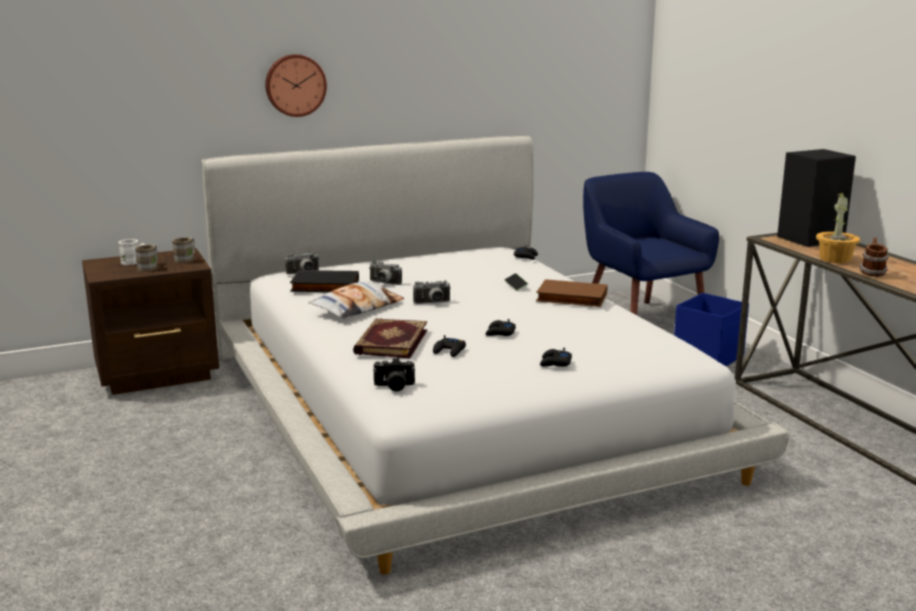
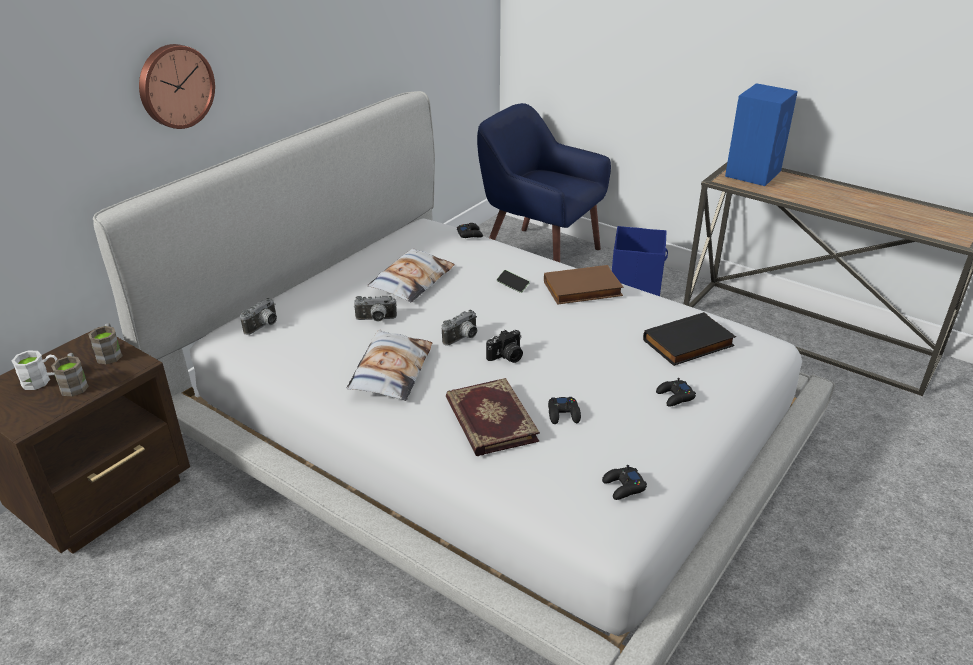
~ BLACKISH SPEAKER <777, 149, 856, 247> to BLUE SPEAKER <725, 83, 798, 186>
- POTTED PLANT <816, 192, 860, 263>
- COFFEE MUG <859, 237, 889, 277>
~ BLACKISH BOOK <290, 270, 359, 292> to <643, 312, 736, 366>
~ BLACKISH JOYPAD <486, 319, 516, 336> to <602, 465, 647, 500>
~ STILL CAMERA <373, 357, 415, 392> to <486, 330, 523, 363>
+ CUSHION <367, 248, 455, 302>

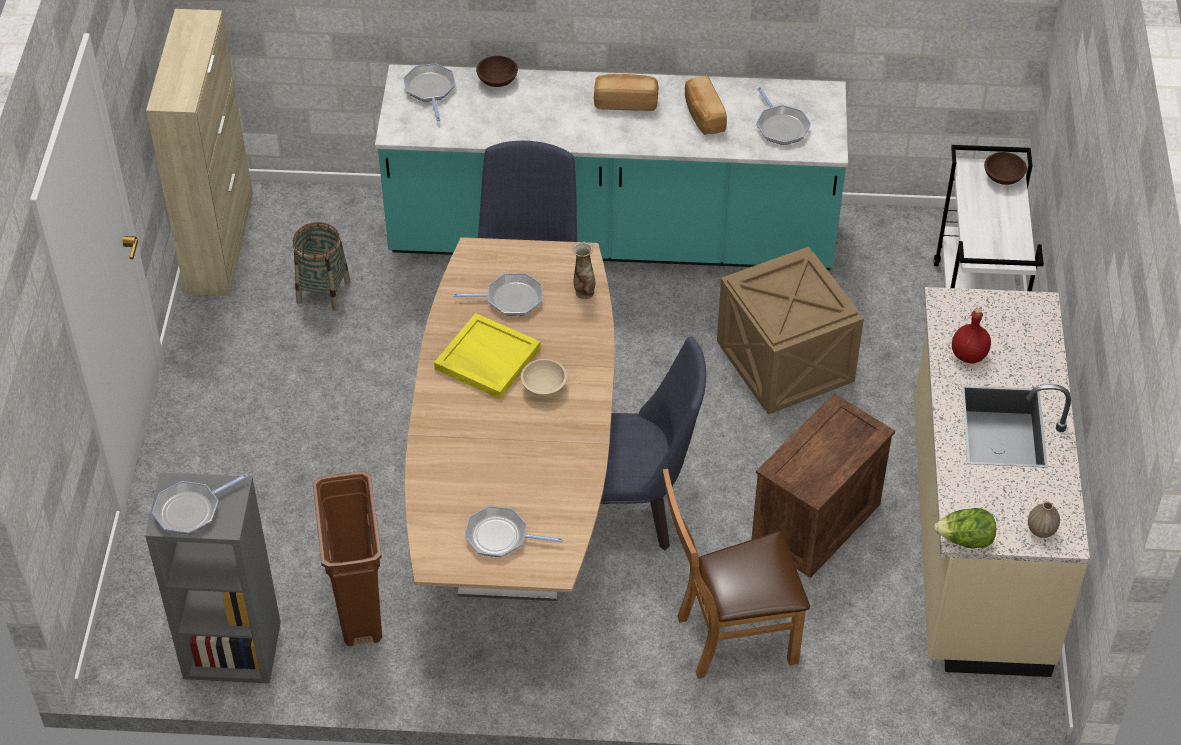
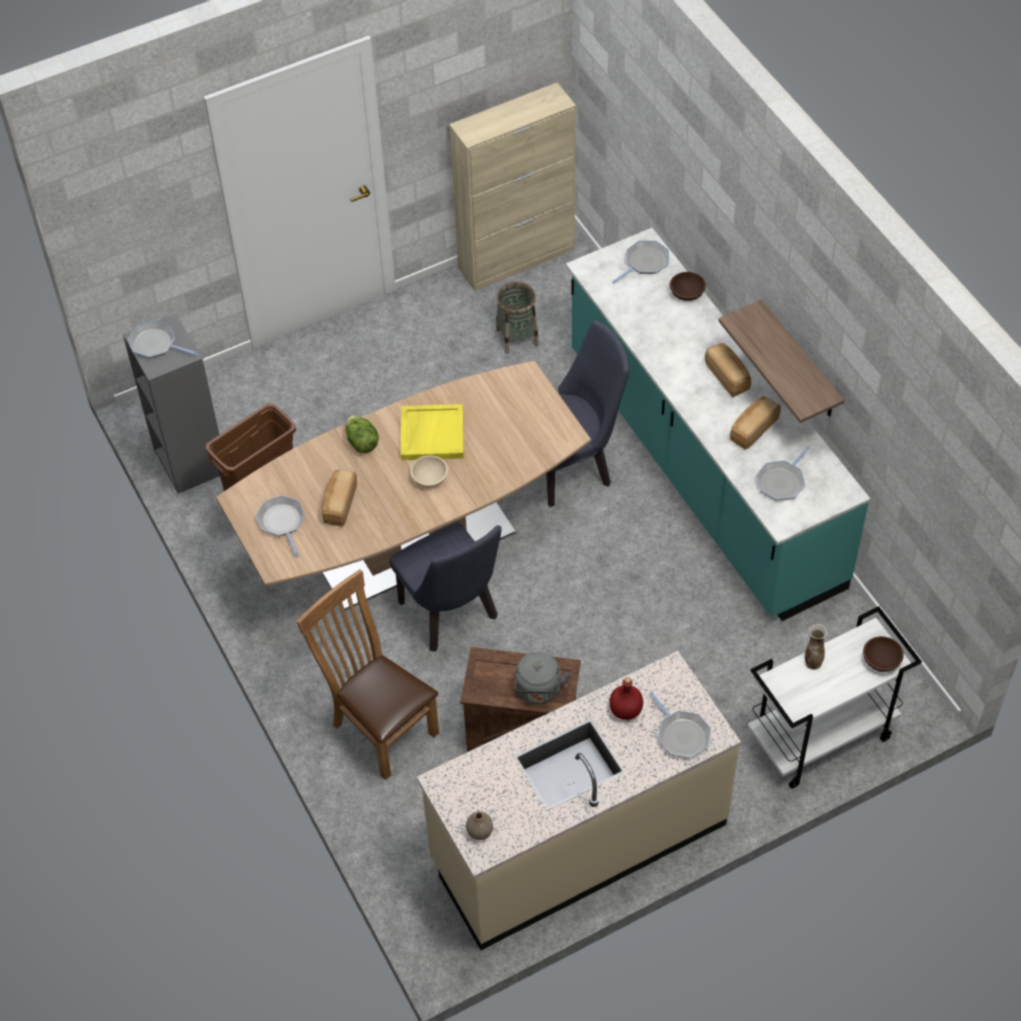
~ VASE <572, 241, 595, 299> to <805, 624, 828, 670>
- PACKING CRATE <717, 246, 864, 414>
~ PAN <453, 273, 542, 316> to <649, 692, 711, 758>
~ HEAD OF LETTUCE <934, 508, 996, 548> to <346, 415, 379, 453>
+ SHELF <718, 300, 844, 423>
+ BAKED BREAD <322, 470, 357, 527>
+ GREY TEA KETTLE <515, 652, 572, 704>

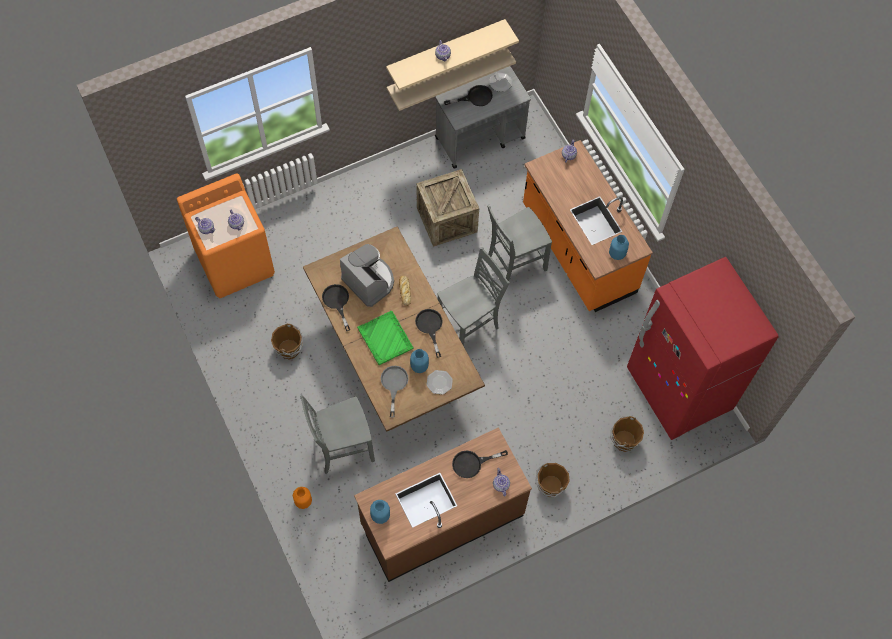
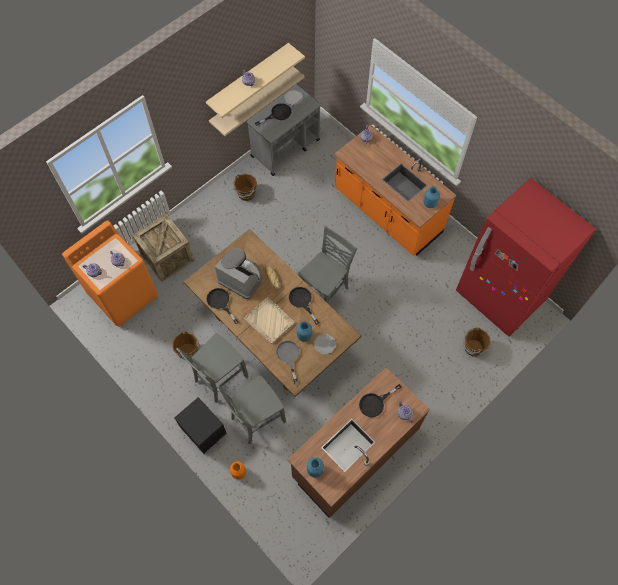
~ PACKING CRATE <416, 169, 479, 247> to <132, 214, 195, 282>
~ GREY CHAIR <487, 205, 552, 281> to <176, 333, 249, 403>
~ GREEN-COLOURED TRAY <357, 311, 414, 365> to SAND-COLOURED TRAY <244, 297, 295, 344>
~ BROWN-COLOURED BUCKET <535, 463, 570, 498> to <233, 174, 257, 201>
+ BLACKISH NIGHTSTAND <174, 397, 227, 454>

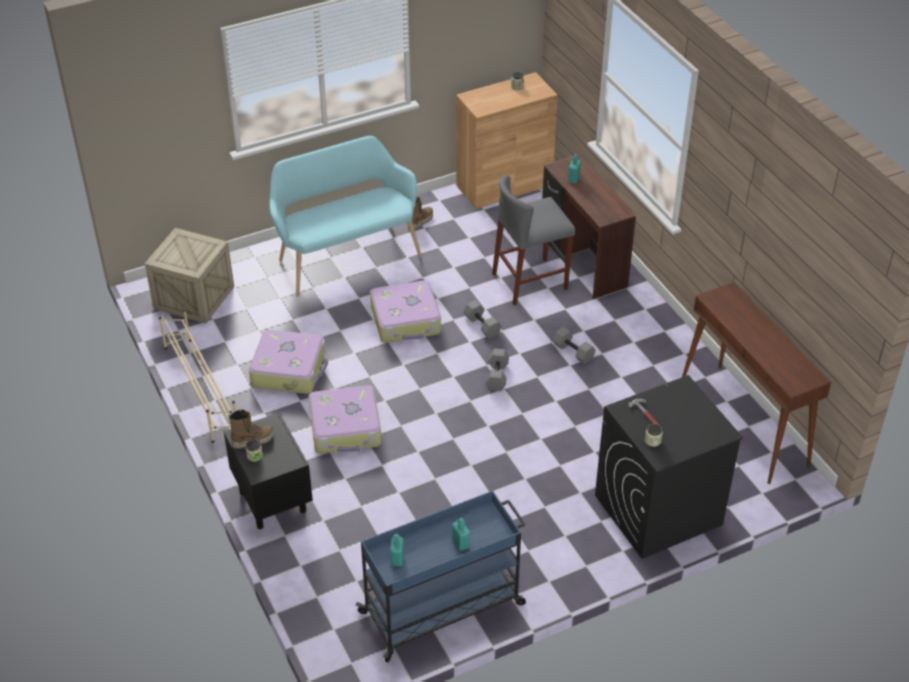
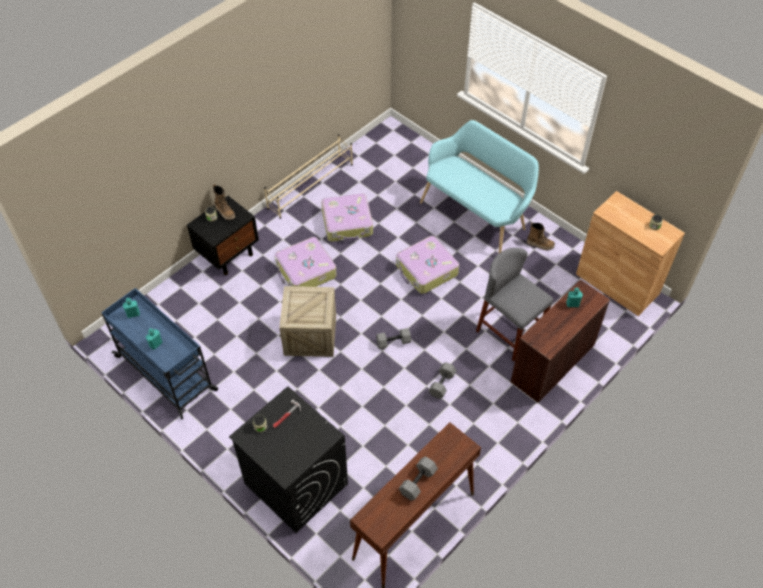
~ PACKING CRATE <145, 228, 234, 324> to <279, 286, 336, 357>
~ GREY DUMBBELL <463, 300, 502, 339> to <399, 457, 438, 501>

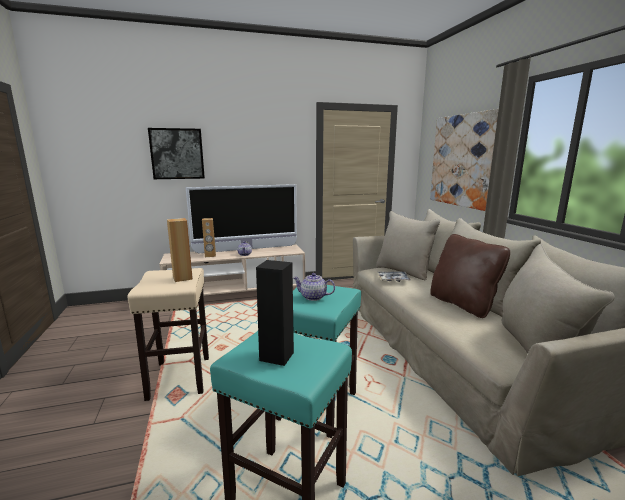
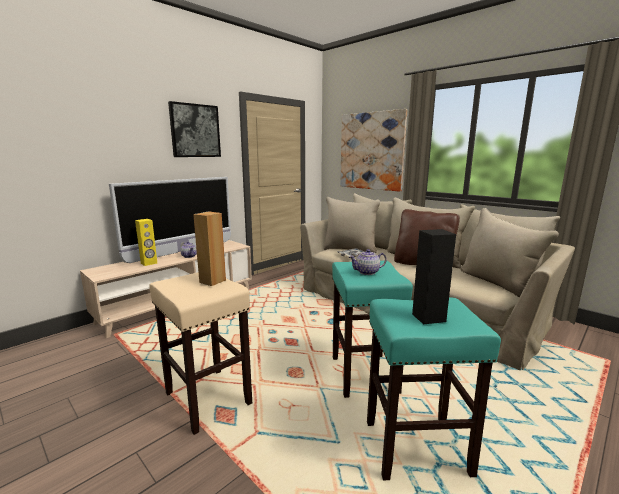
~ WALL PICTURE <148, 128, 205, 179> to <168, 101, 221, 157>
~ BROWN-COLOURED SPEAKER <202, 218, 216, 257> to YELLOW-COLOURED SPEAKER <135, 219, 157, 266>

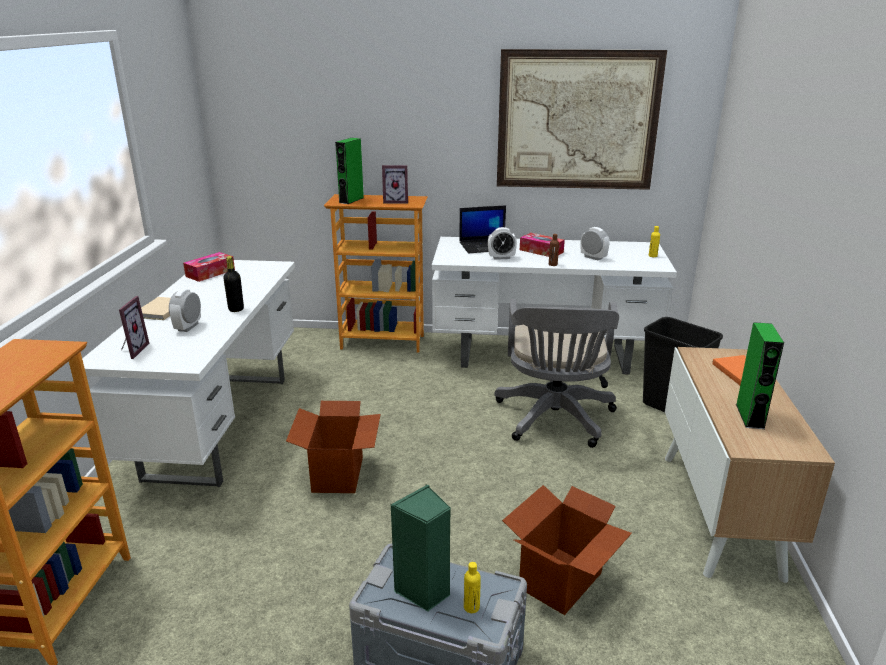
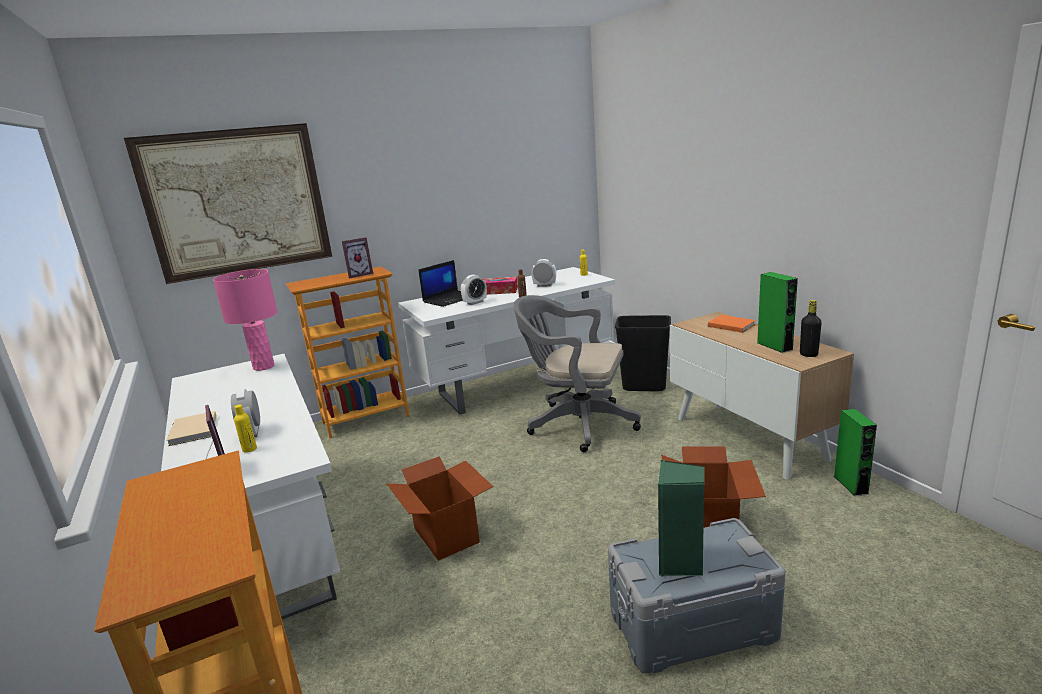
~ WALL PICTURE <497, 49, 667, 190> to <124, 123, 332, 284>
~ GREEN-COLOURED SPEAKER <335, 138, 364, 204> to <834, 409, 877, 496>
- BOX OF TISSUES <183, 252, 235, 282>
~ BLACKISH BEVERAGE BOTTLE <223, 256, 244, 312> to <800, 300, 822, 357>
~ GREY COMPUTER CHAIR <494, 299, 619, 448> = <514, 295, 641, 452> 135 degrees clockwise
~ YELLOW-COLOURED BEVERAGE BOTTLE <464, 562, 481, 613> to <234, 405, 257, 453>
+ PINKISH TABLE LAMP <213, 269, 278, 371>

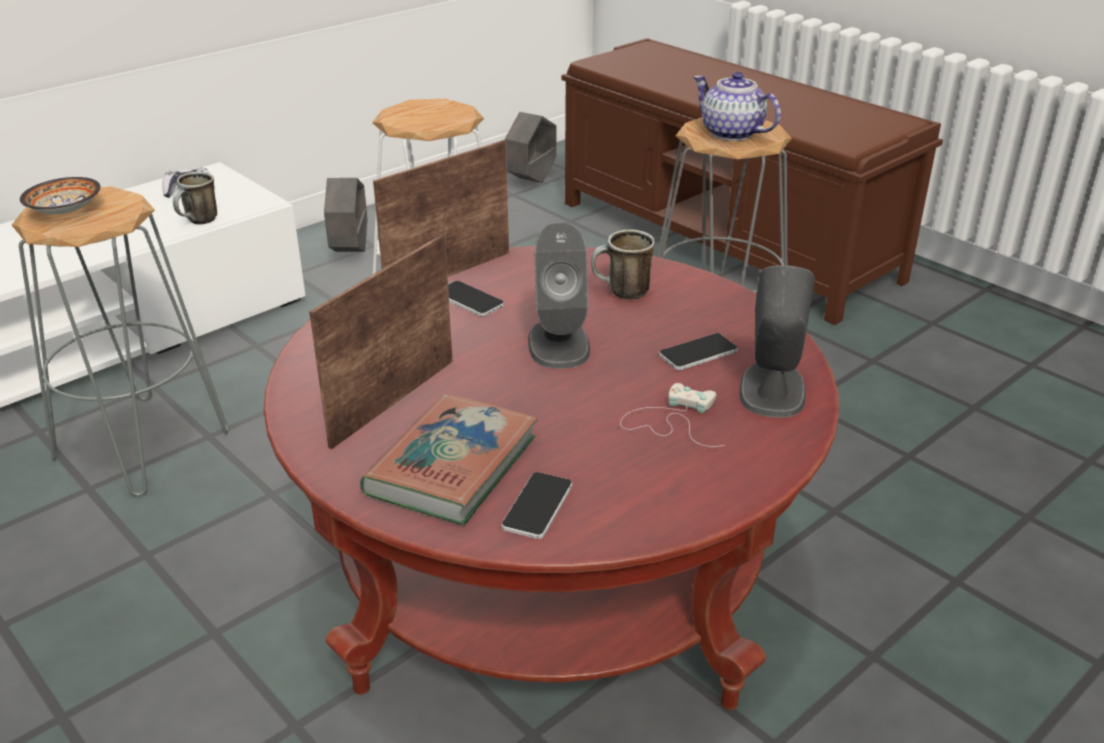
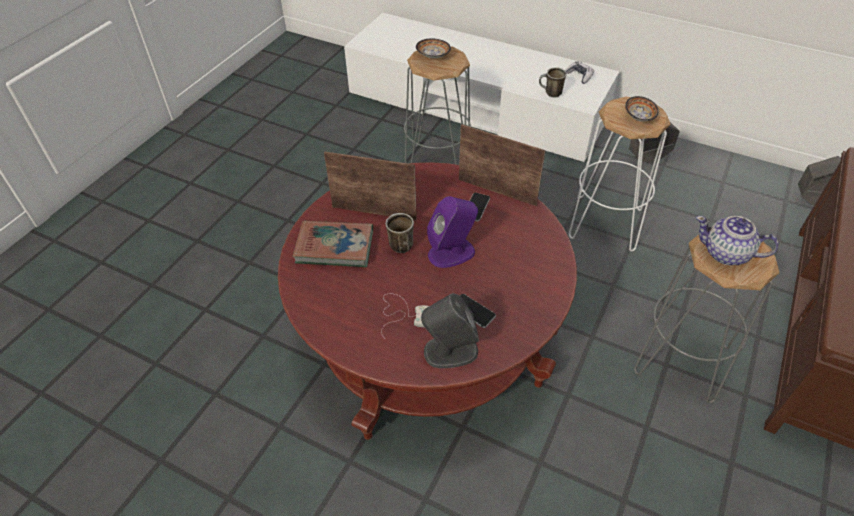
~ TEA POT <693, 72, 781, 141> = <696, 216, 779, 265> 90 degrees counterclockwise
~ GREY SPEAKER <528, 222, 590, 369> to PURPLE-COLOURED SPEAKER <427, 196, 478, 268>
~ COFFEE MUG <591, 229, 655, 299> to <385, 213, 414, 253>
- TELEPHONE <501, 472, 572, 539>
+ DEEP DISH <625, 96, 659, 122>

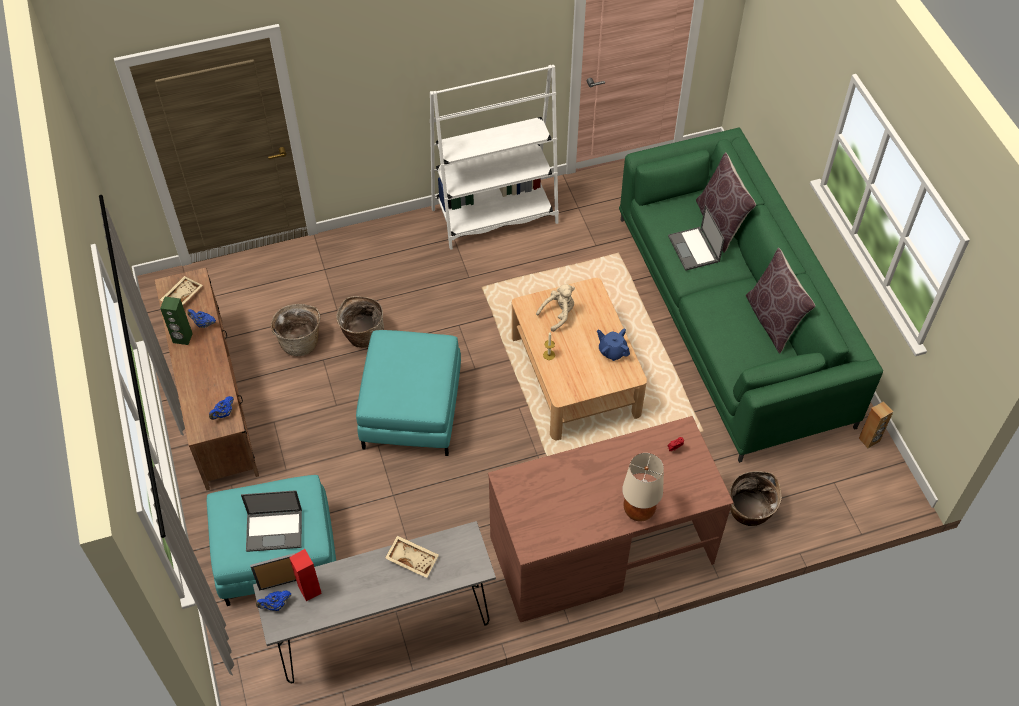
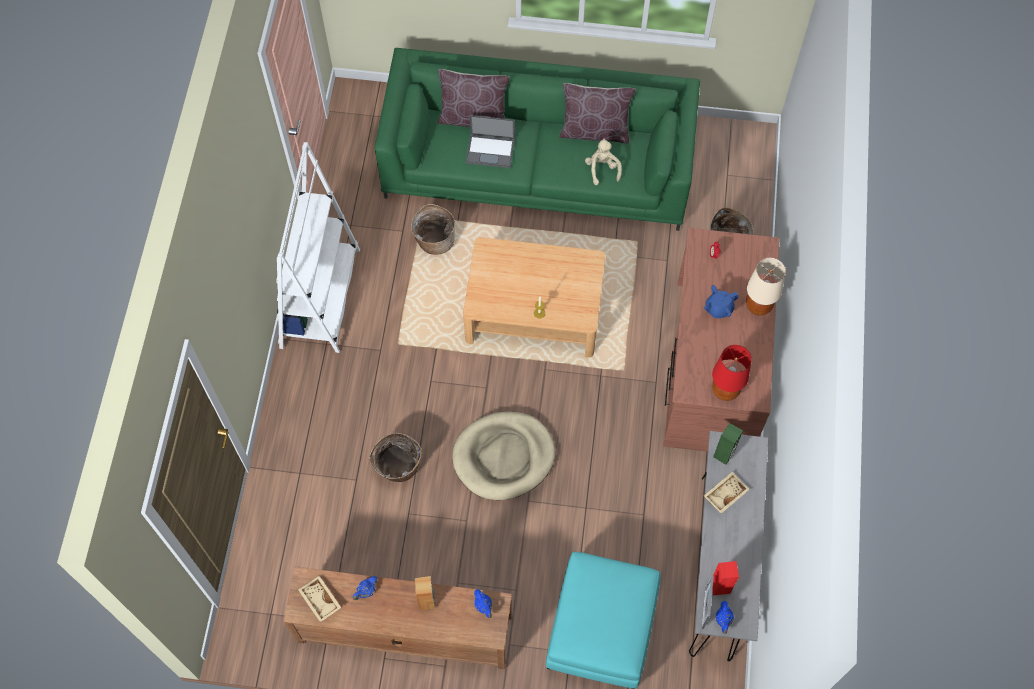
~ SAND-COLOURED SOFT TOY <536, 284, 575, 332> to <585, 138, 622, 185>
~ GREEN-COLOURED SPEAKER <160, 297, 193, 345> to <713, 423, 743, 465>
~ STORAGE BASKET <271, 304, 320, 356> to <411, 204, 455, 255>
~ BLUE TEA POT <597, 329, 630, 361> to <704, 285, 739, 318>
~ TURQUOISE-COLOURED OTTOMAN <356, 330, 461, 456> to SAND-COLOURED DOG CUSHION <453, 411, 555, 500>
~ BROWN-COLOURED SPEAKER <859, 401, 893, 448> to <415, 576, 435, 610>
- PORTABLE COMPUTER <241, 490, 302, 552>
+ REDDISH TABLE LAMP <712, 345, 752, 401>

